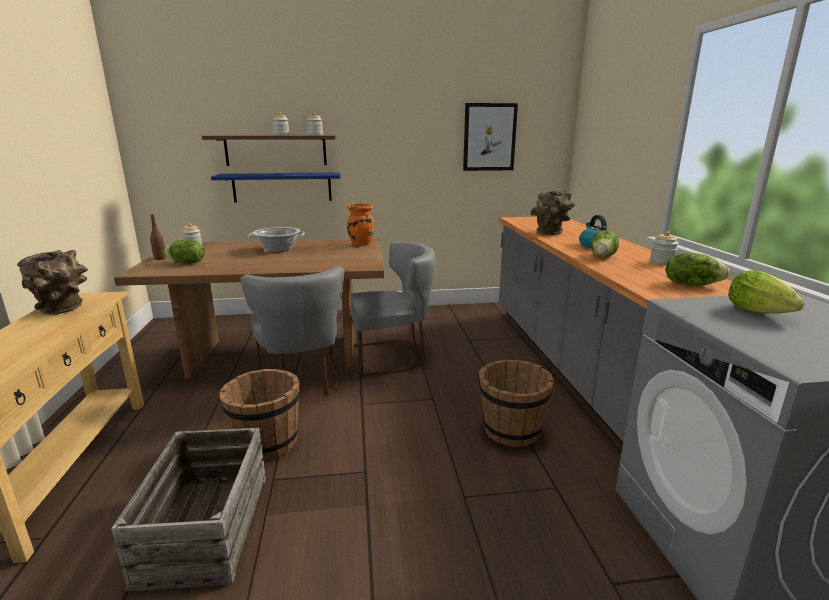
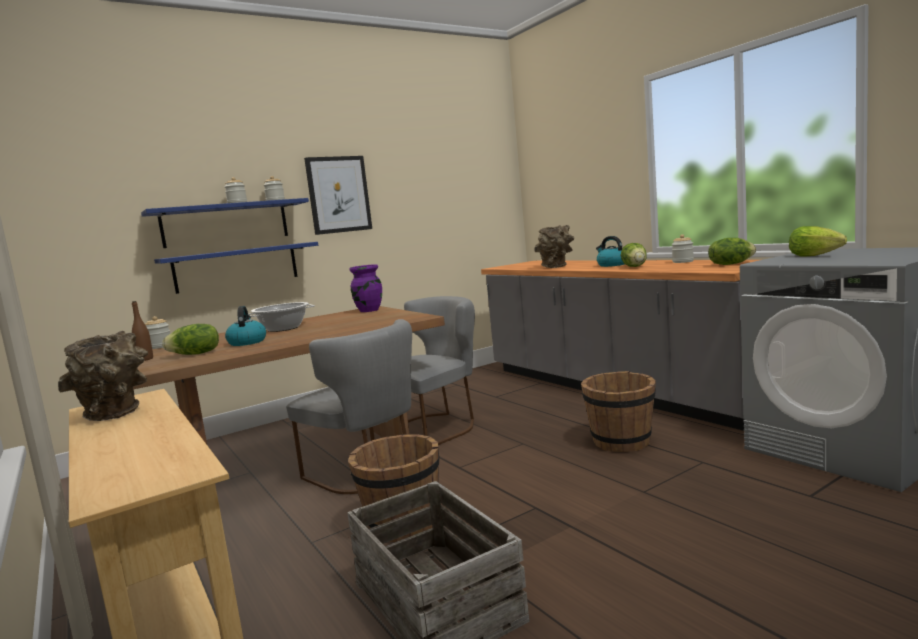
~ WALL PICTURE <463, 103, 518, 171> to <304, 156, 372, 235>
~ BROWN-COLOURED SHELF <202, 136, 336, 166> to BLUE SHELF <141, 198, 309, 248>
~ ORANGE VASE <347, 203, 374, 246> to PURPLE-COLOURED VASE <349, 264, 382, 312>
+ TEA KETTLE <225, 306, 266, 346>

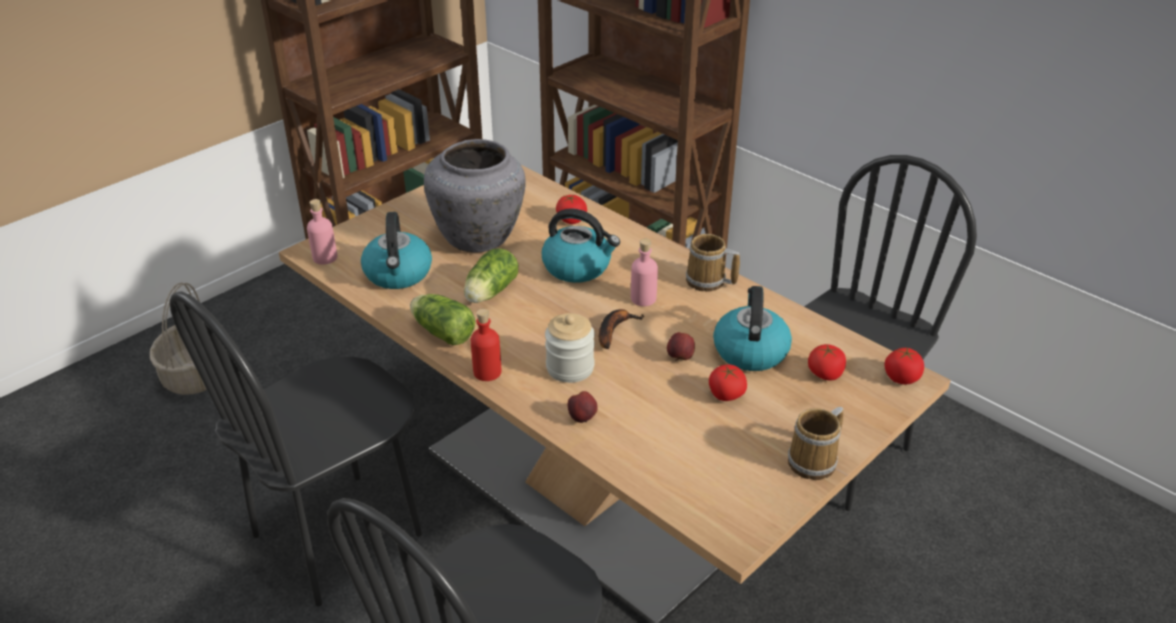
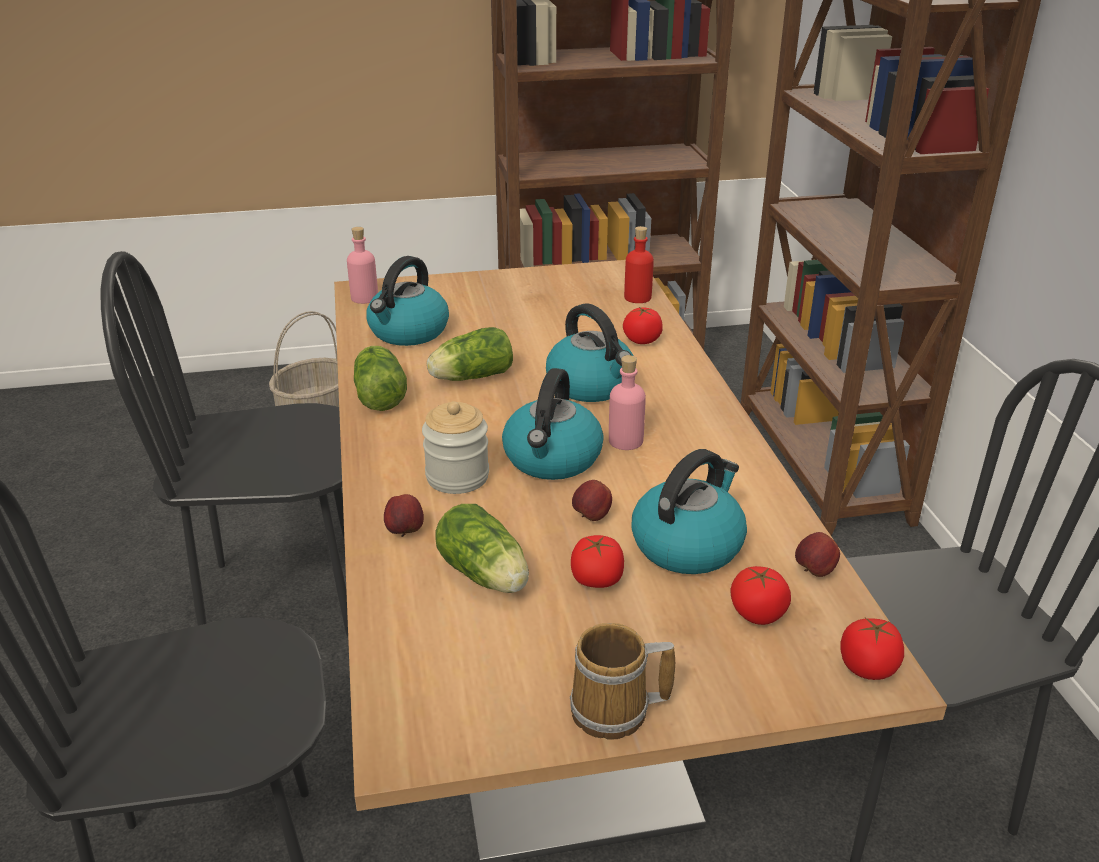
- GREY VASE <424, 139, 526, 253>
- COFFEE MUG <686, 234, 740, 292>
~ REDDISH BEVERAGE BOTTLE <471, 309, 501, 381> to <624, 226, 654, 303>
~ BANANA FRUIT <599, 309, 644, 349> to TEA KETTLE <502, 368, 604, 480>
+ HEAD OF LETTUCE <435, 504, 529, 593>
+ APPLE <795, 532, 840, 577>

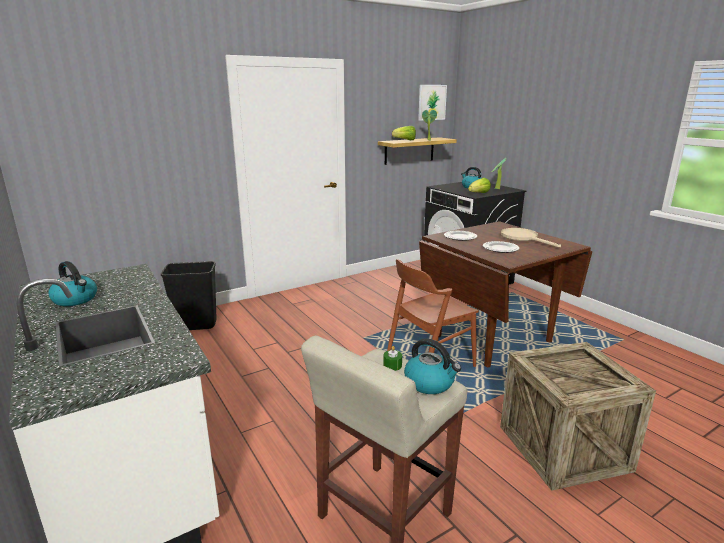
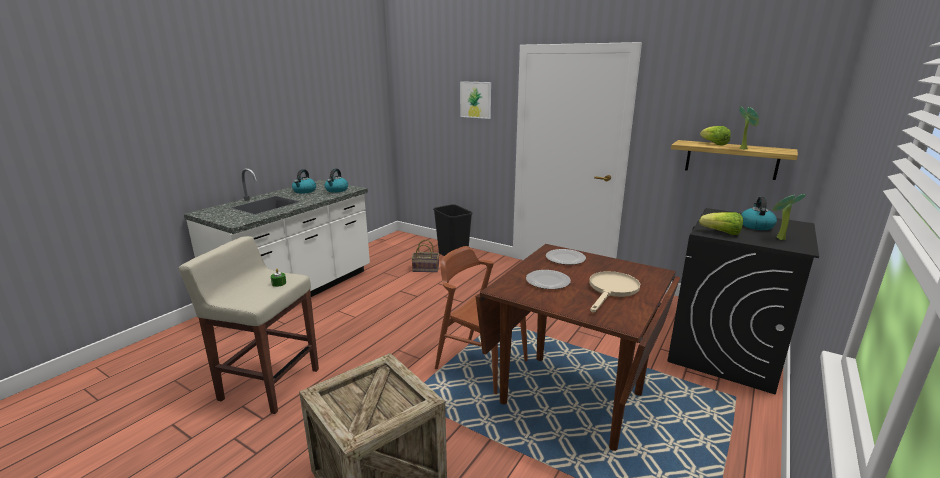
~ WALL PICTURE <418, 85, 447, 121> to <460, 81, 491, 119>
~ TEA KETTLE <404, 339, 461, 394> to <325, 169, 348, 193>
+ STORAGE BASKET <411, 240, 439, 272>

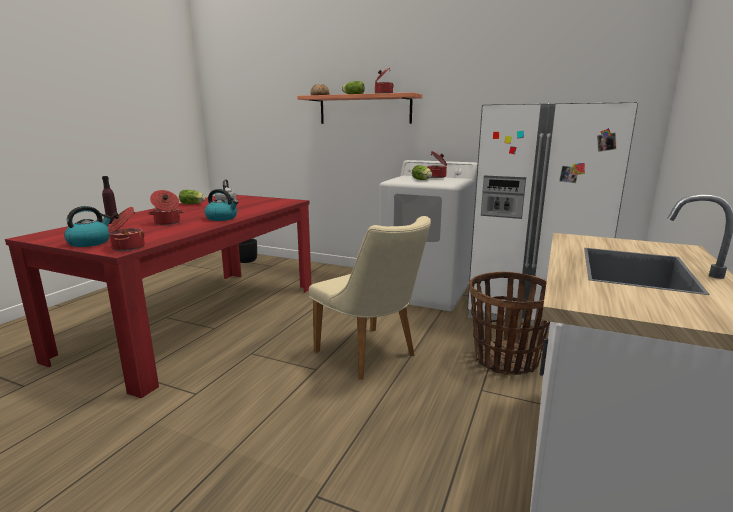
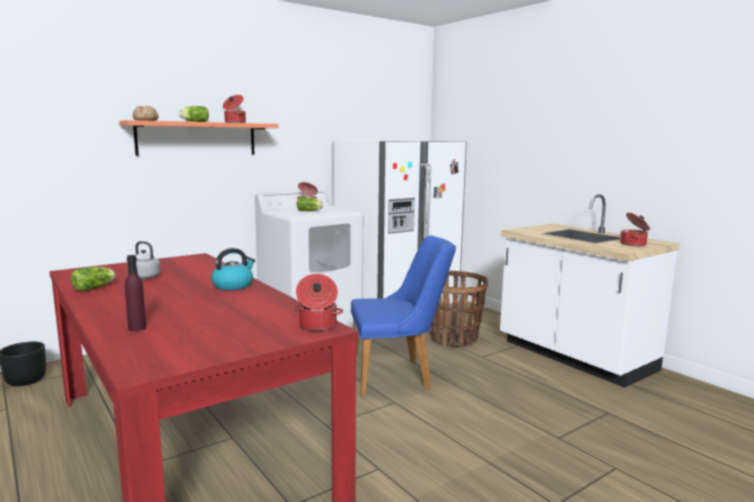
~ COOKING POT <147, 190, 185, 225> to <620, 213, 650, 247>
- TEA KETTLE <64, 206, 112, 247>
~ SAND-COLOURED CHAIR <309, 216, 431, 379> to BLUE CHAIR <350, 235, 456, 396>

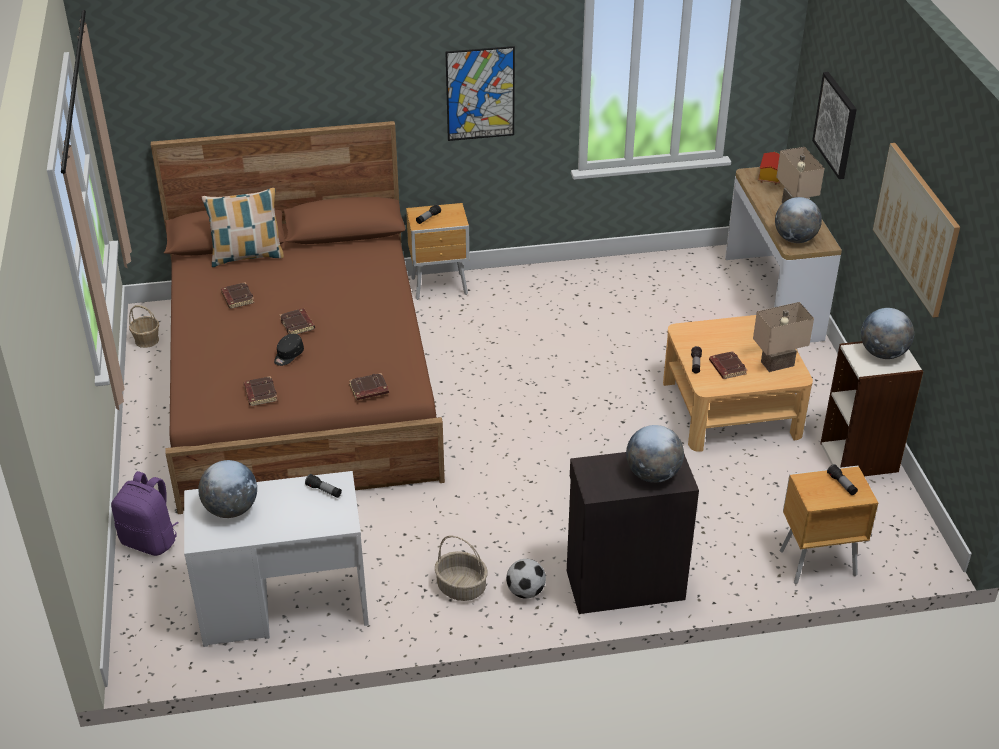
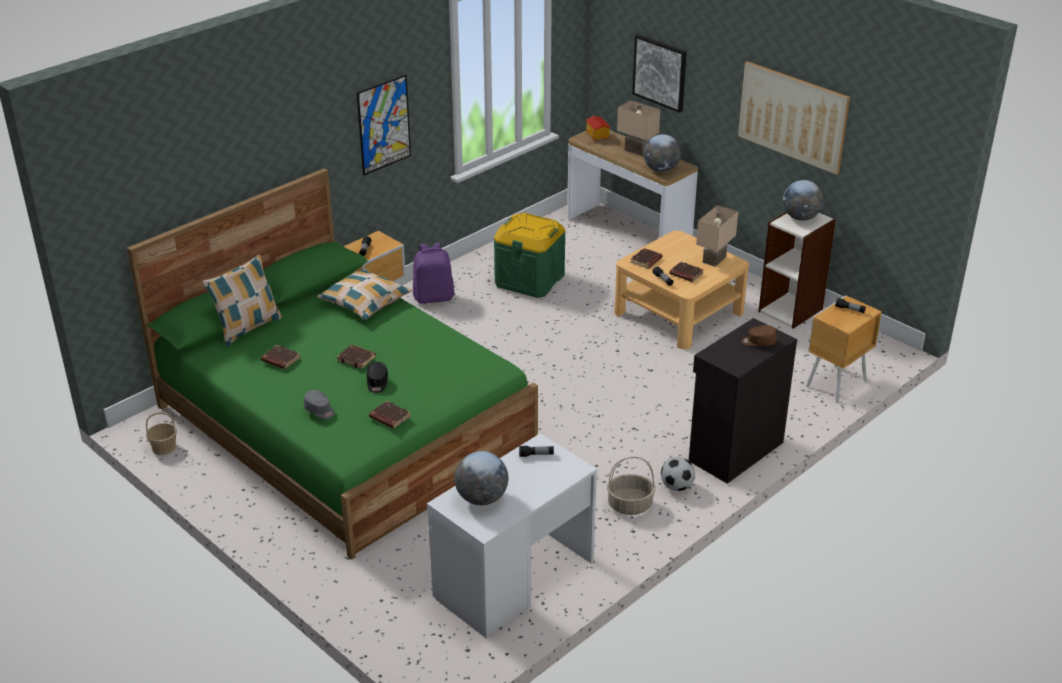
~ BROWN-COLOURED BEDROOM BED <151, 121, 445, 514> to GREEN-COLOURED BEDROOM BED <127, 168, 538, 560>
~ BROWN-COLOURED BOOK <349, 373, 389, 400> to <630, 248, 662, 269>
~ DESK GLOBE <626, 425, 684, 483> to BROWN-COLOURED BASEBALL CAP <742, 325, 777, 346>
~ PURPLE-COLOURED RUCKSACK <111, 471, 179, 556> to <413, 243, 455, 304>
+ GREEN-COLOURED STORAGE CONTAINER <494, 213, 566, 298>
+ CUSHION <317, 269, 412, 320>
+ GREY BASEBALL CAP <304, 390, 334, 419>

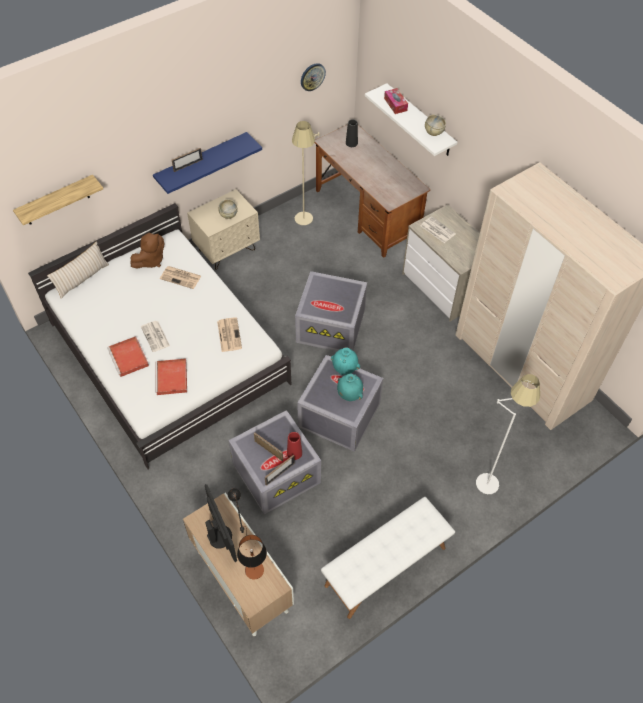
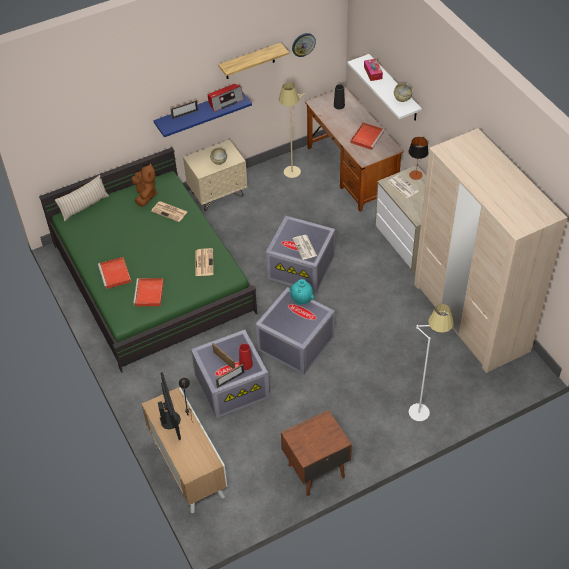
~ SHELF <13, 175, 103, 225> to <218, 43, 289, 79>
~ WHITISH BEDROOM BED <28, 203, 291, 469> to GREEN-COLOURED BEDROOM BED <39, 147, 257, 373>
~ BROWN-COLOURED SOFT TOY <130, 233, 165, 269> = <132, 163, 157, 207> 60 degrees counterclockwise
~ PRINTED PAPER <141, 321, 170, 352> to <292, 235, 317, 260>
- TURQUOISE-COLOURED VASE <337, 374, 363, 401>
~ WHITISH BENCH <321, 497, 455, 619> to BROWN-COLOURED NIGHTSTAND <281, 410, 352, 496>
~ TABLE LAMP <237, 535, 267, 580> to <409, 137, 428, 180>
+ RADIO <208, 84, 244, 112>
+ REDDISH TRAY <350, 122, 385, 150>

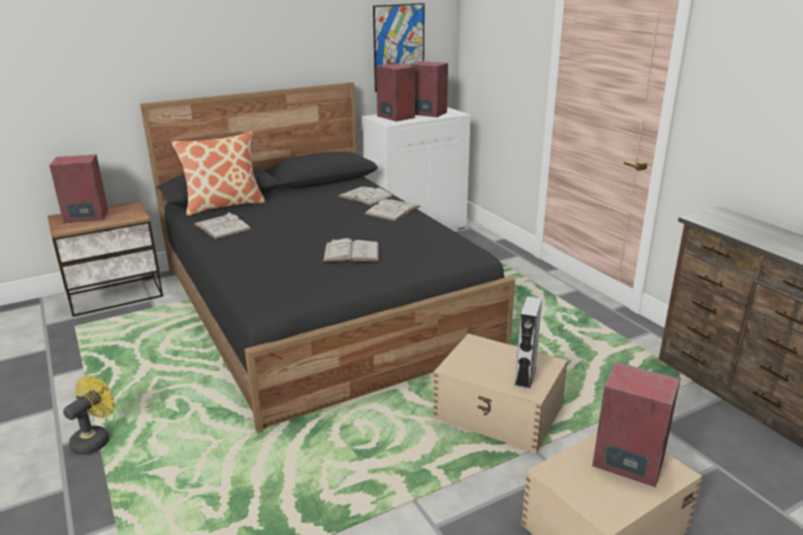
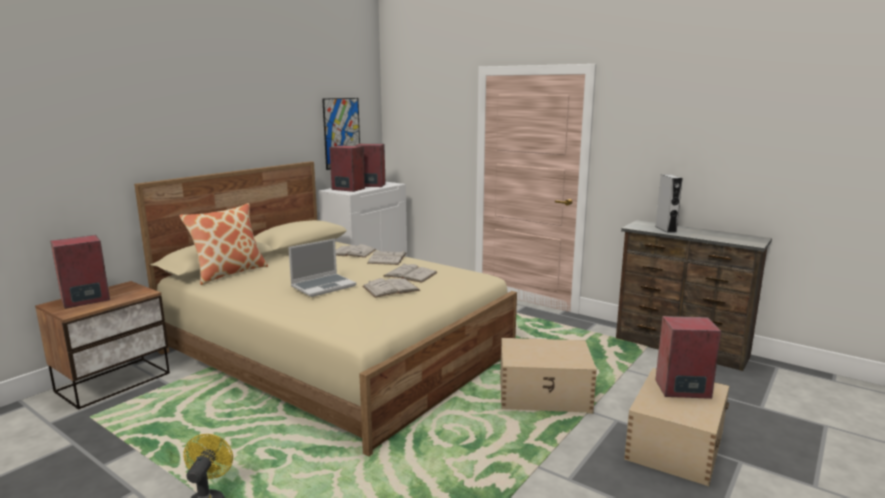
~ BLACKISH BEDROOM BED <140, 82, 515, 434> to SAND-COLOURED BEDROOM BED <134, 161, 517, 456>
~ WHITISH BOOK <194, 212, 251, 239> to <384, 263, 438, 283>
~ GREY SPEAKER <515, 296, 542, 388> to <655, 174, 682, 233>
+ PORTABLE COMPUTER <288, 238, 356, 297>

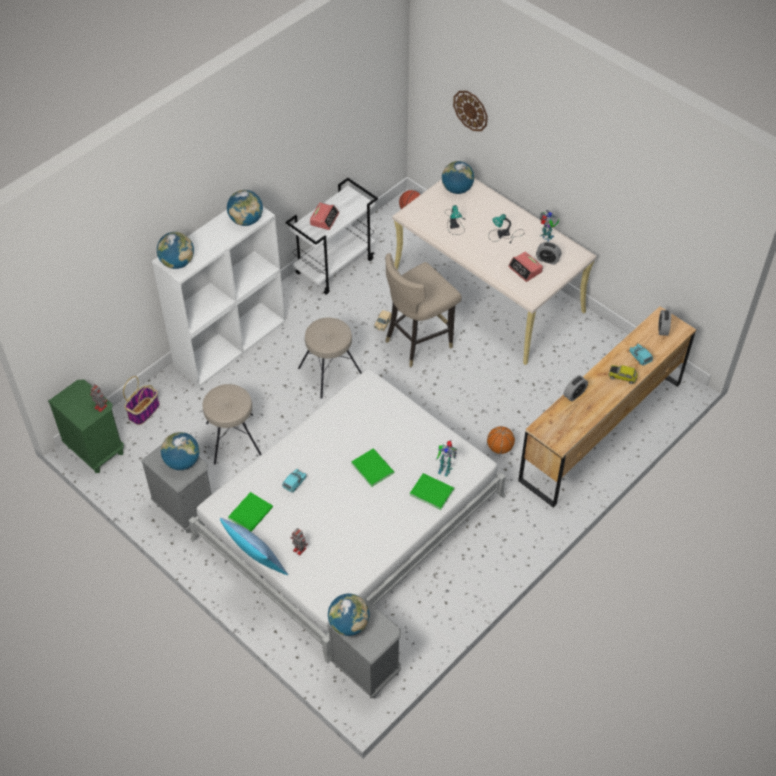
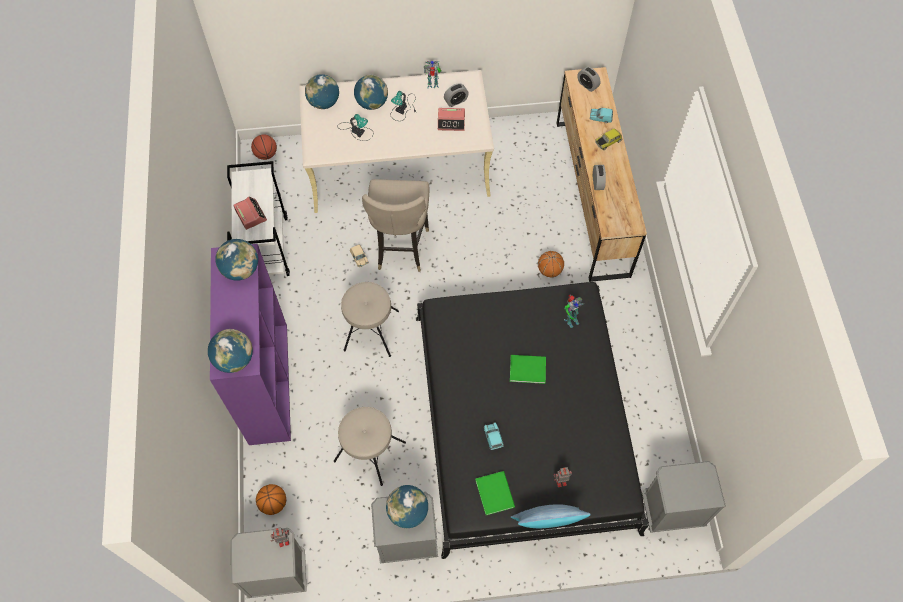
- HANGING CLOCK <453, 91, 488, 131>
~ WHITISH BOOKSHELF <152, 207, 285, 387> to PURPLE-COLOURED BOOKSHELF <210, 244, 291, 445>
~ WHITISH BEDROOM BED <189, 369, 506, 663> to BLACKISH BEDROOM BED <416, 282, 649, 559>
~ STORAGE BASKET <123, 376, 160, 425> to BASKETBALL <256, 484, 286, 515>
~ GREEN-COLOURED NIGHTSTAND <48, 380, 124, 473> to GREY NIGHTSTAND <231, 528, 307, 598>
- GREEN-COLOURED BOOK <410, 473, 454, 510>
~ DESK GLOBE <328, 594, 369, 636> to <354, 75, 388, 110>

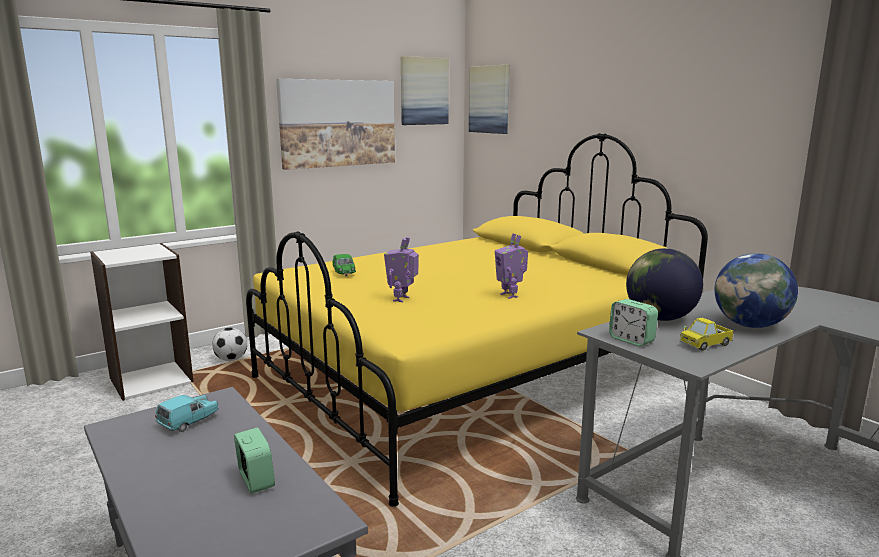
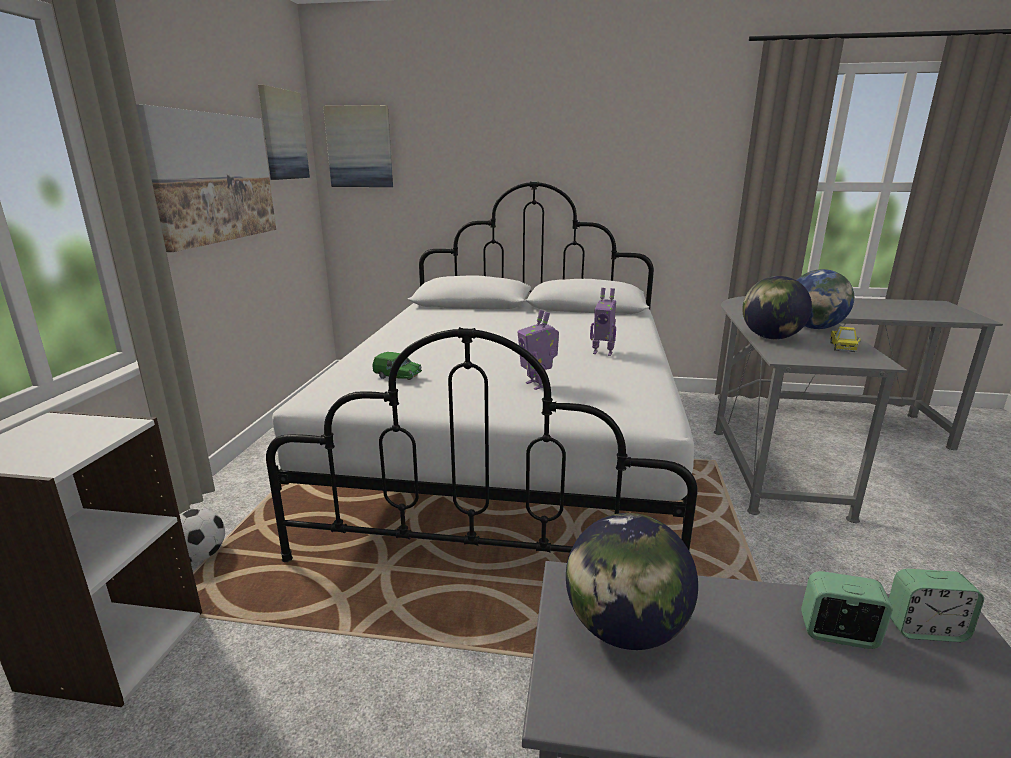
~ YELLOW-COLOURED BEDROOM BED <246, 133, 708, 507> to WHITISH BEDROOM BED <266, 181, 698, 562>
~ BEDSIDE CLOCK <609, 299, 658, 346> to <889, 569, 984, 642>
~ TURQUOISE-COLOURED MODEL CAR <155, 395, 219, 432> to DESK GLOBE <566, 513, 698, 650>

